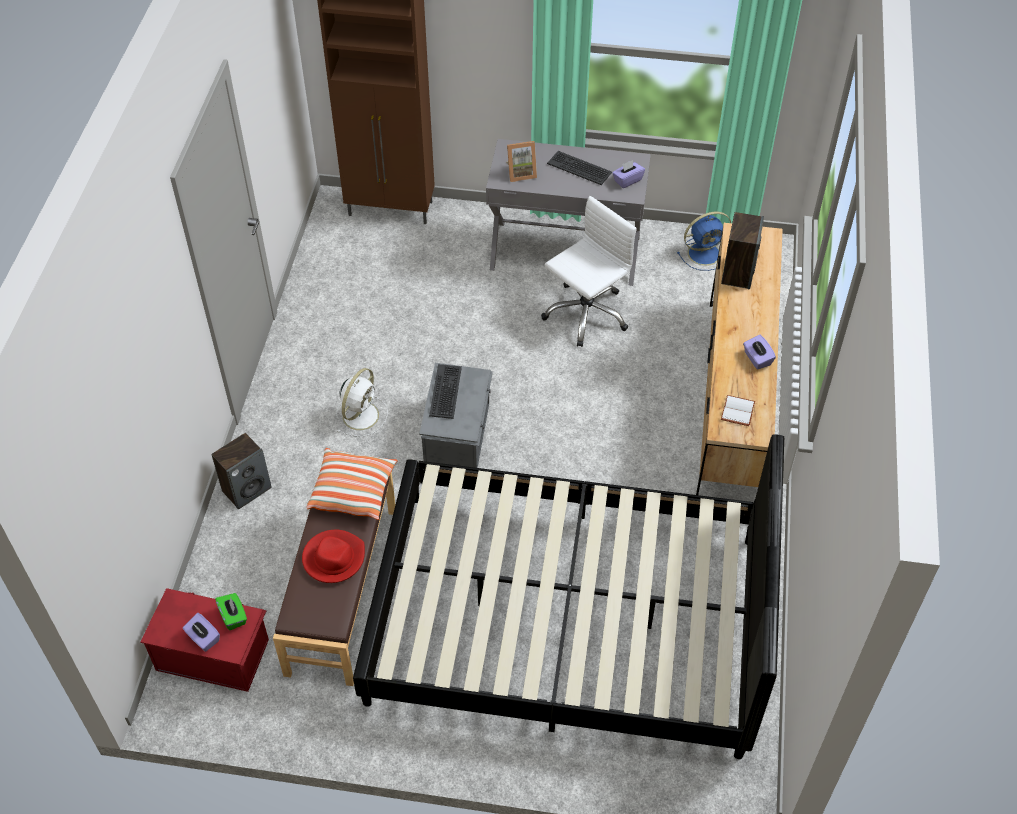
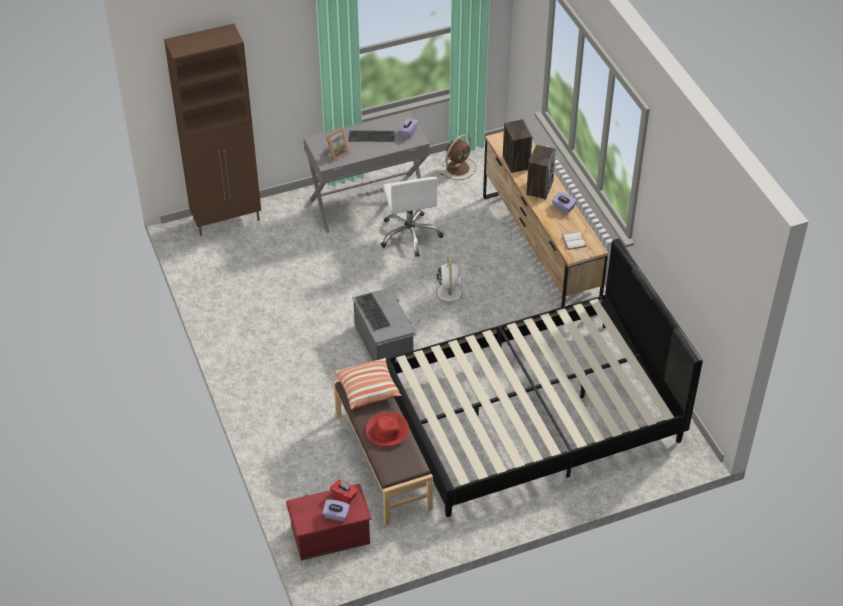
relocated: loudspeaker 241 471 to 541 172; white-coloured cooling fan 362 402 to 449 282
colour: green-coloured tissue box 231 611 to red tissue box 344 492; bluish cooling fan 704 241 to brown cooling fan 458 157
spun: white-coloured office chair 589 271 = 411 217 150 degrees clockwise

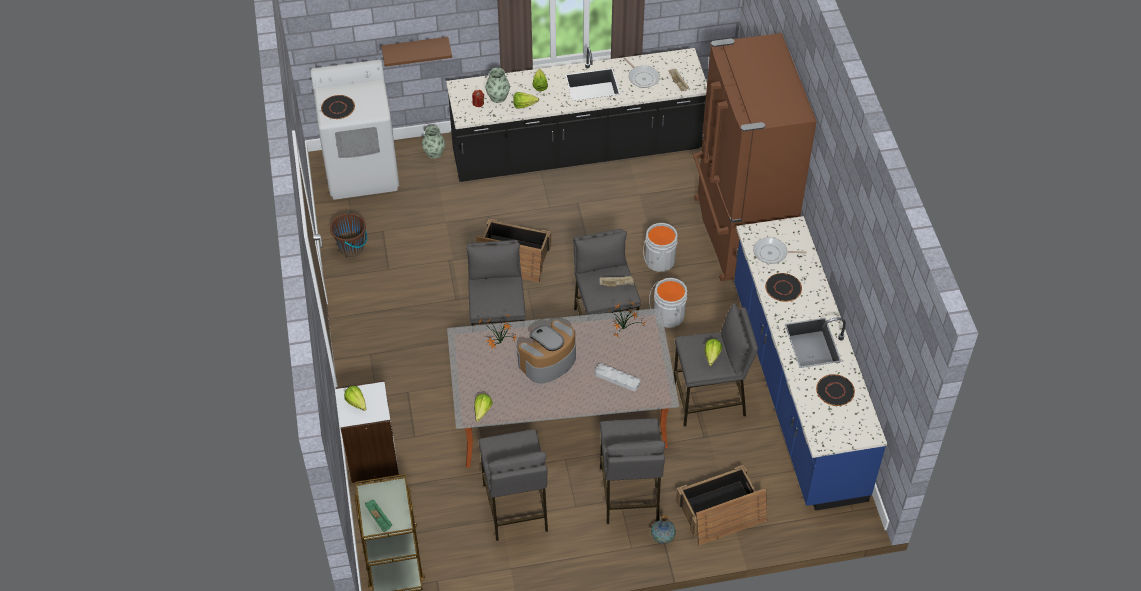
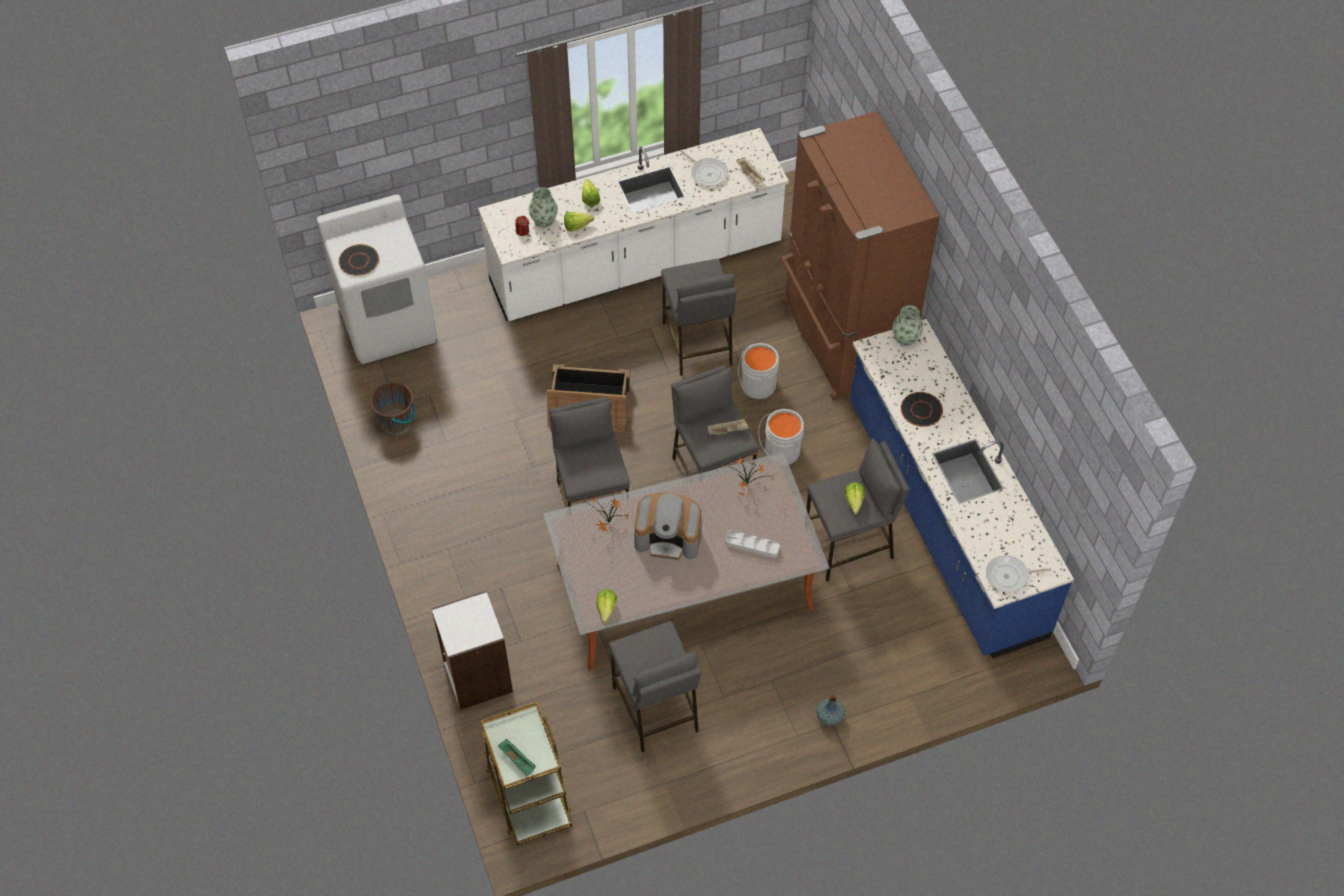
missing: lettuce head 355 398; brown bracket shelf 416 52; shipping crate 721 505; black-coloured plate 835 390
relocated: flower vase 433 142 to 907 325; grey stool 632 471 to 699 317; pan 779 250 to 1018 574
colour: black-coloured kitchen counter 576 114 to white-coloured kitchen counter 633 224
spun: coffee machine 547 352 = 668 526 120 degrees counterclockwise

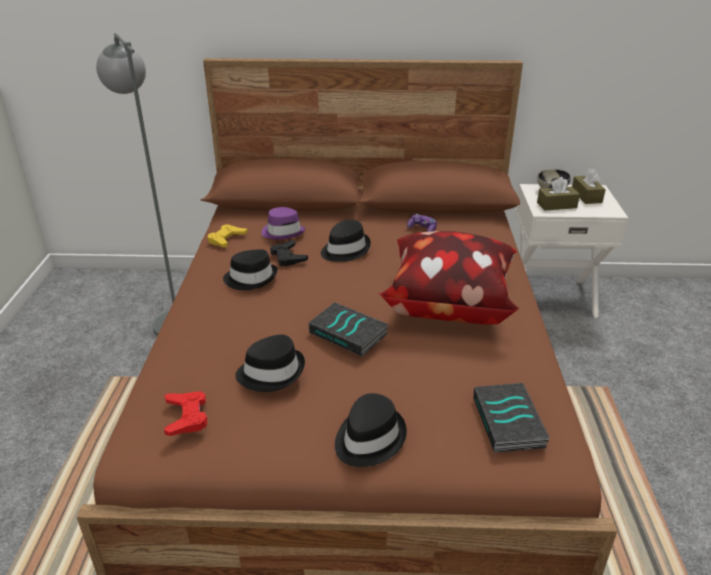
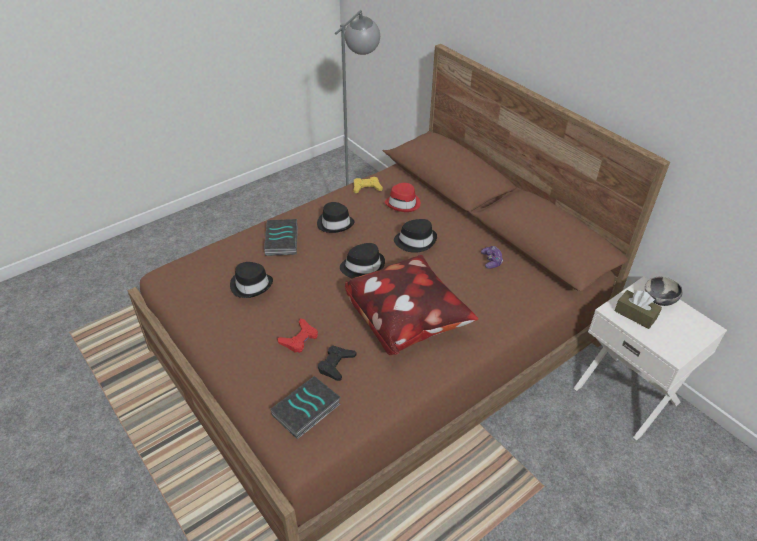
missing: brown tissue box 589 186
relocated: red gamepad 186 413 to 297 335; black-coloured gamepad 289 253 to 337 363; bound book 348 329 to 281 237; black-coloured wearable hat 371 430 to 362 261
colour: purplish wearable hat 284 223 to red wearable hat 403 197

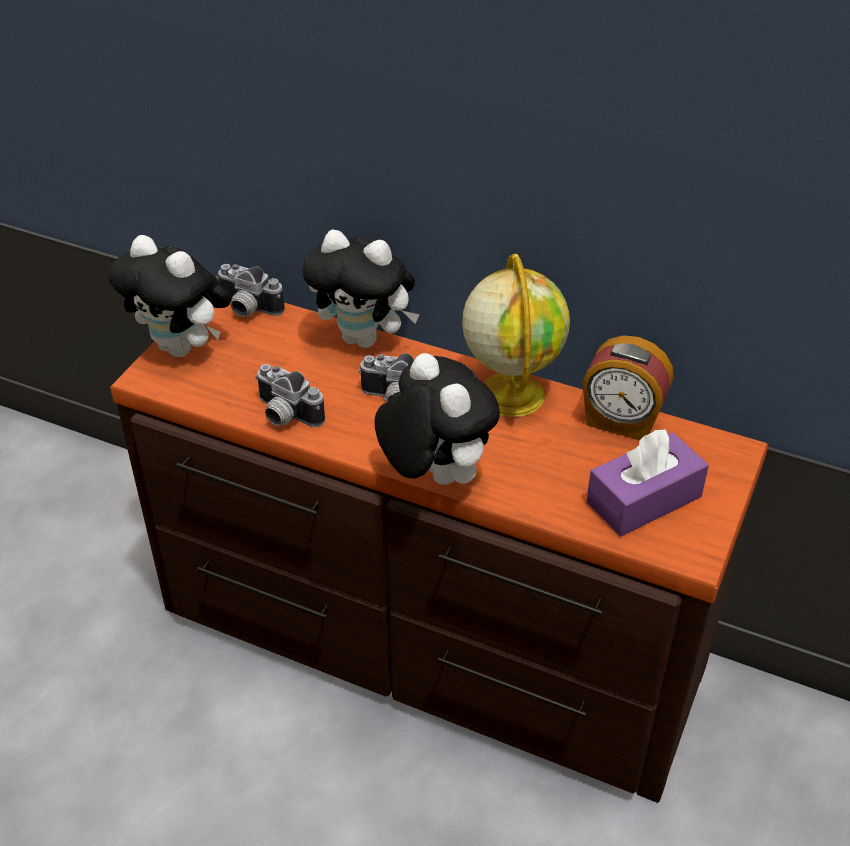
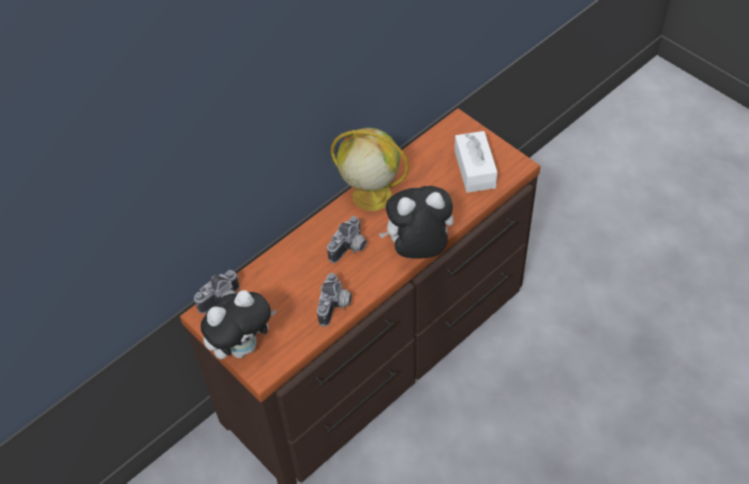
missing: soft toy 361 289; alarm clock 628 388
colour: purplish tissue box 647 483 to white-coloured tissue box 476 162
spun: still camera 290 395 = 334 300 45 degrees counterclockwise

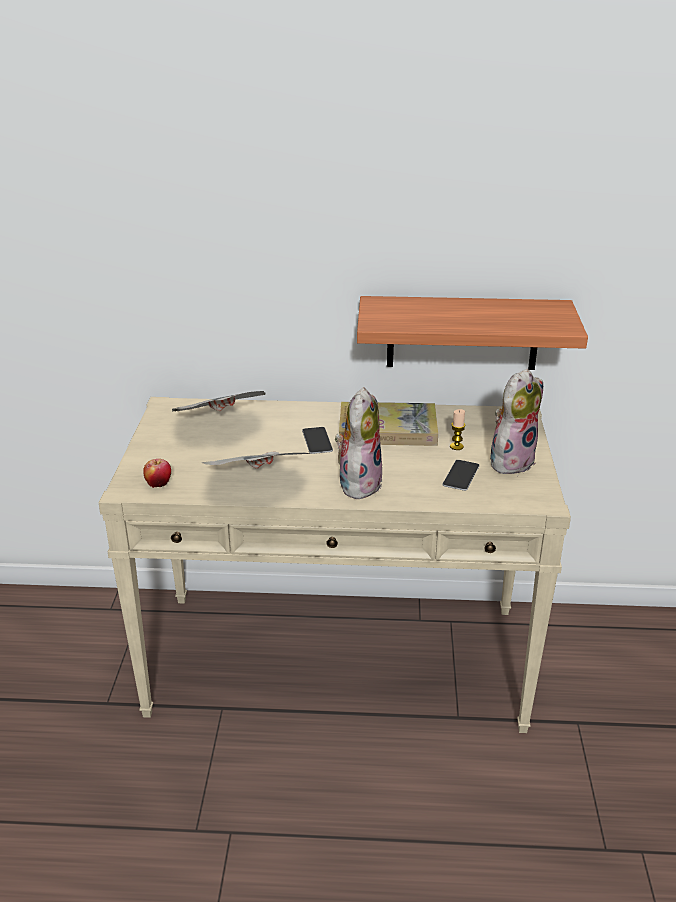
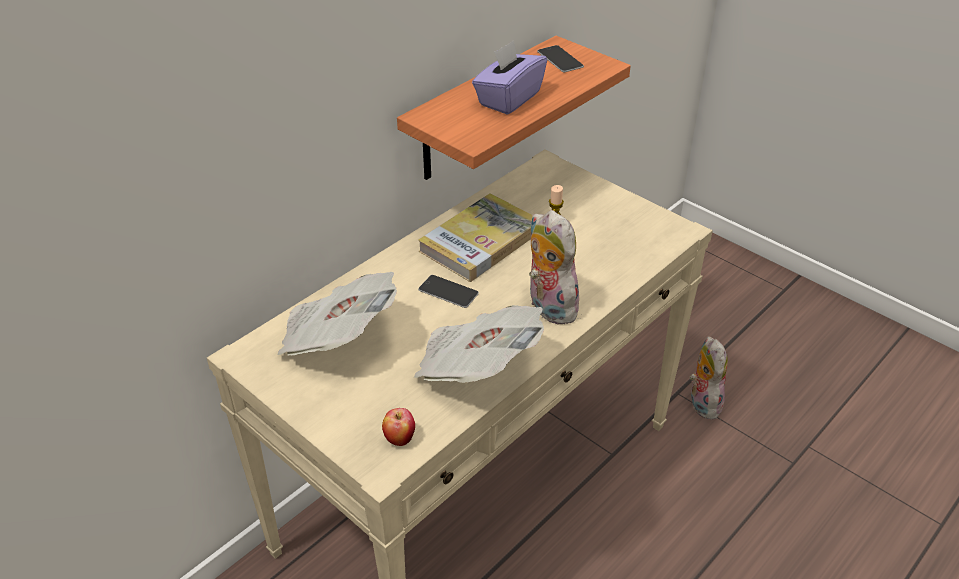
appeared: purplish tissue box 509 77
relocated: telephone 460 475 to 560 58; soft toy 516 422 to 709 377

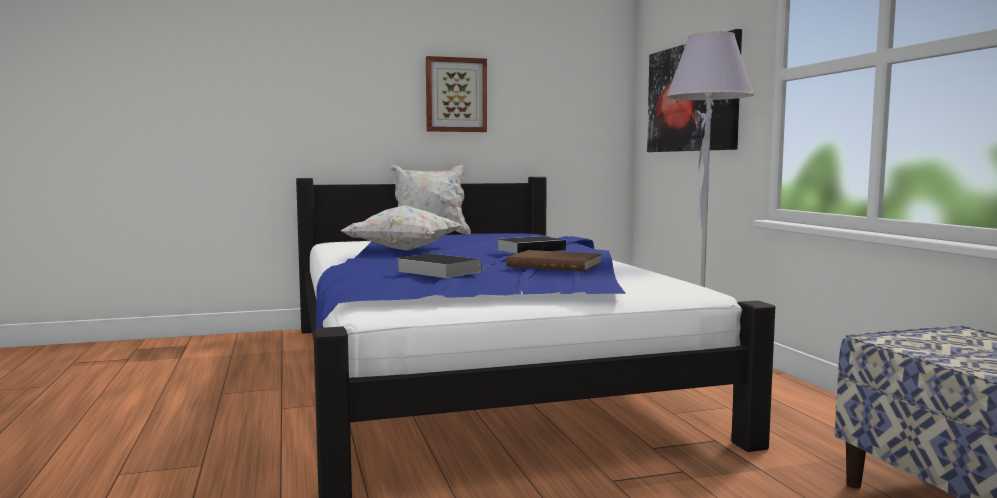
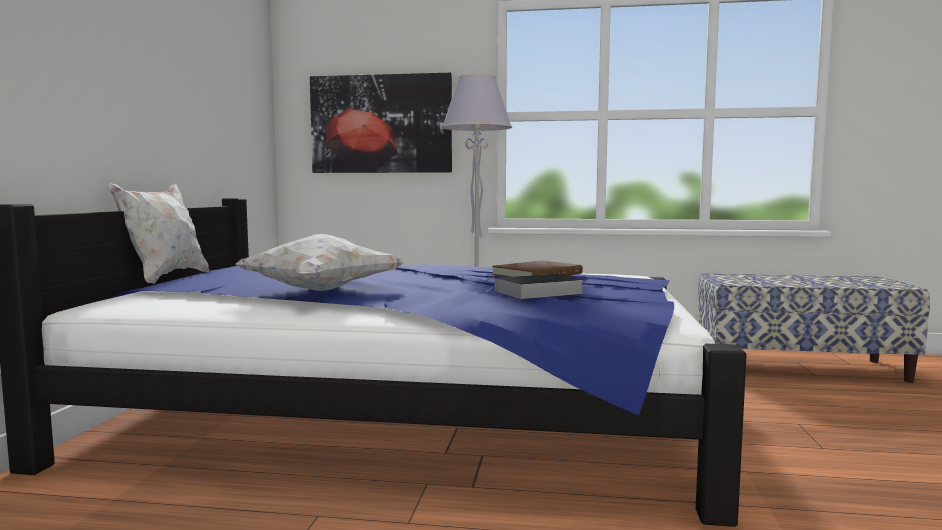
missing: wall art 456 94; bound book 532 245

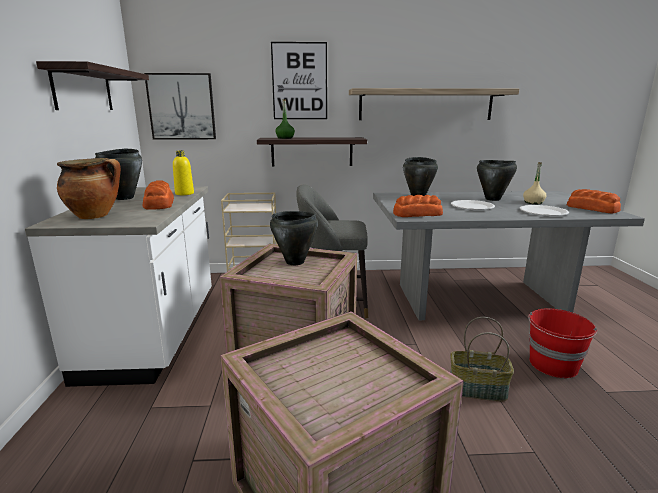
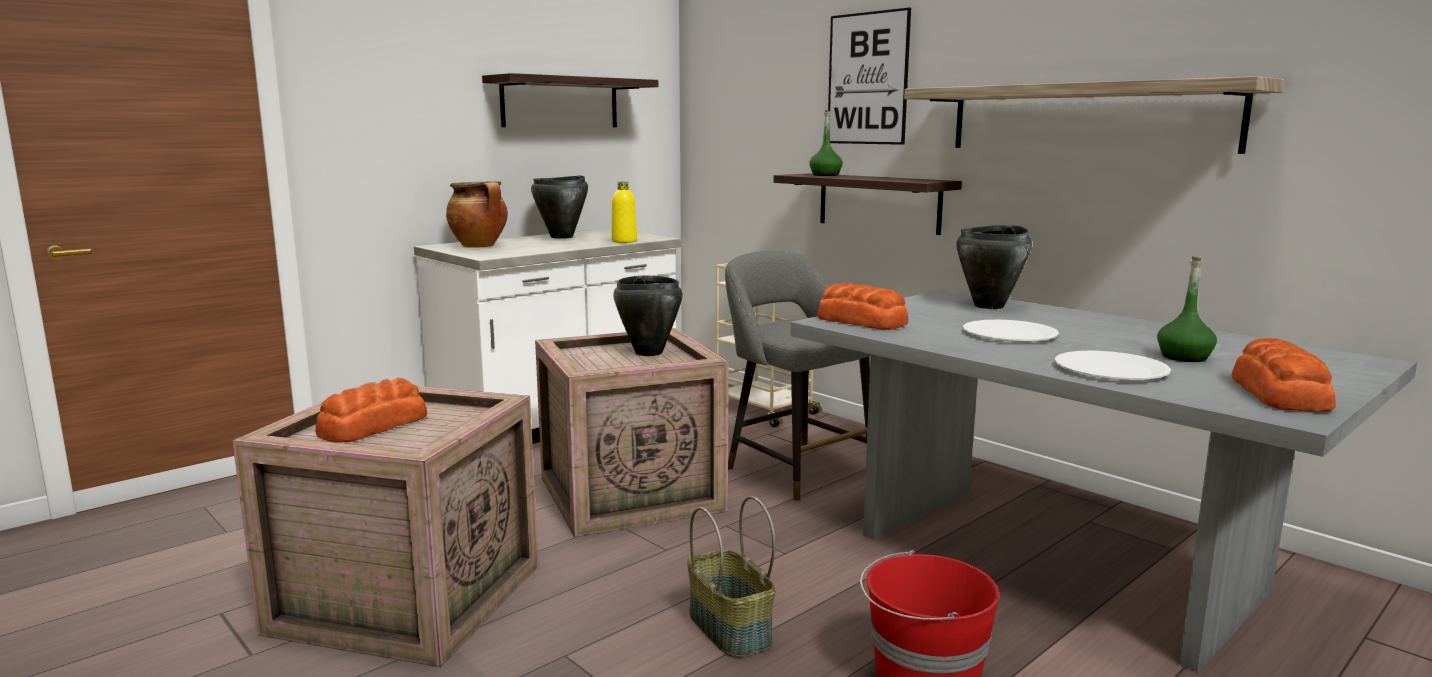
missing: wall art 180 106; black-coloured cooking pot 497 180
relocated: baked bread 158 195 to 371 410
colour: beige-coloured drink bottle 535 183 to green-coloured drink bottle 1187 309

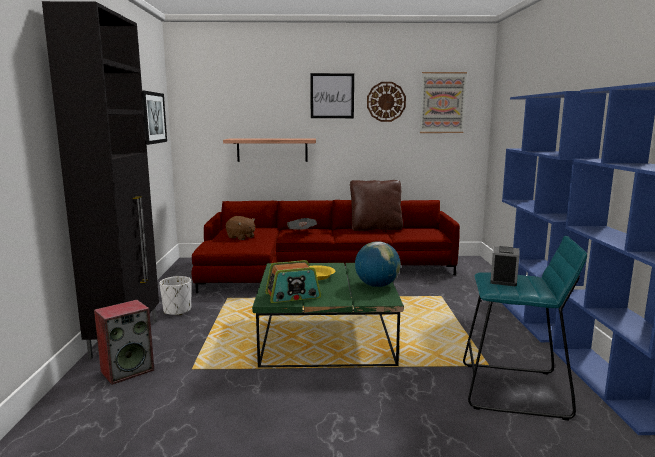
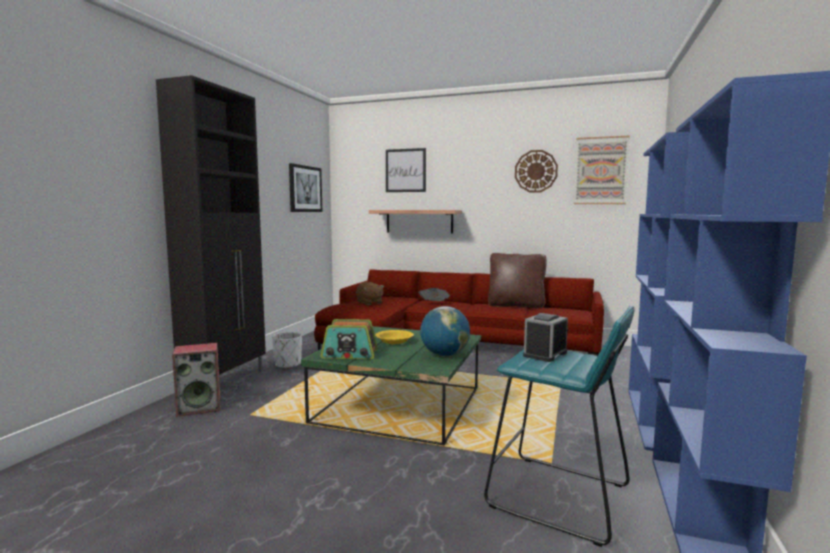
relocated: wall art 332 95 to 406 170

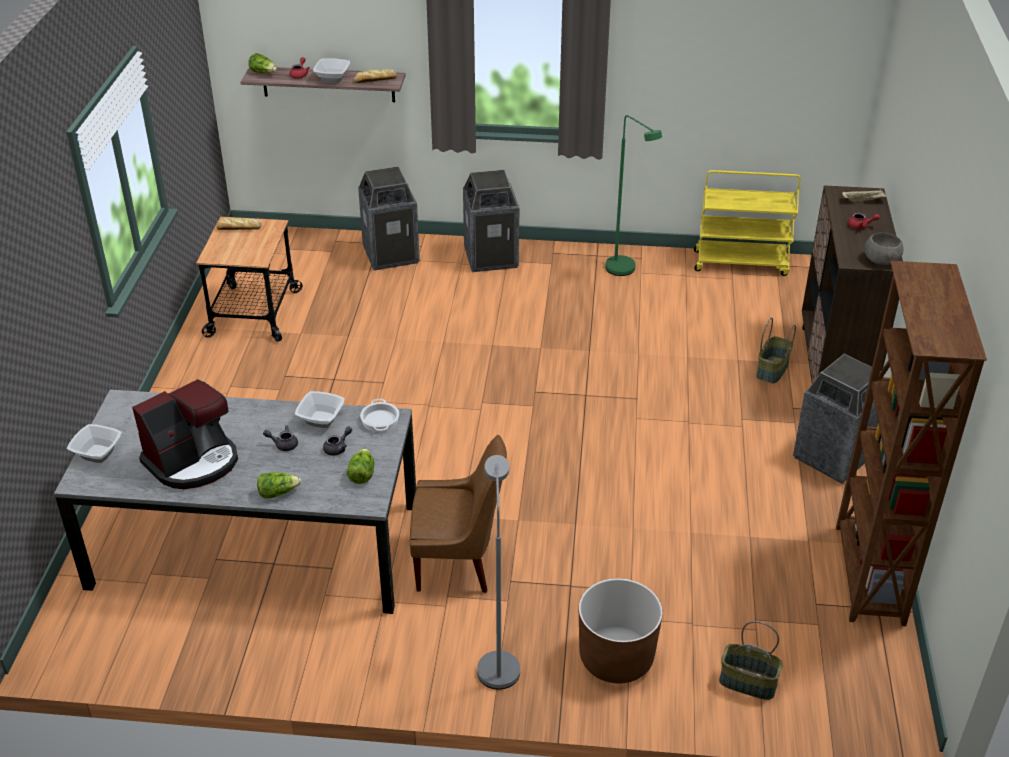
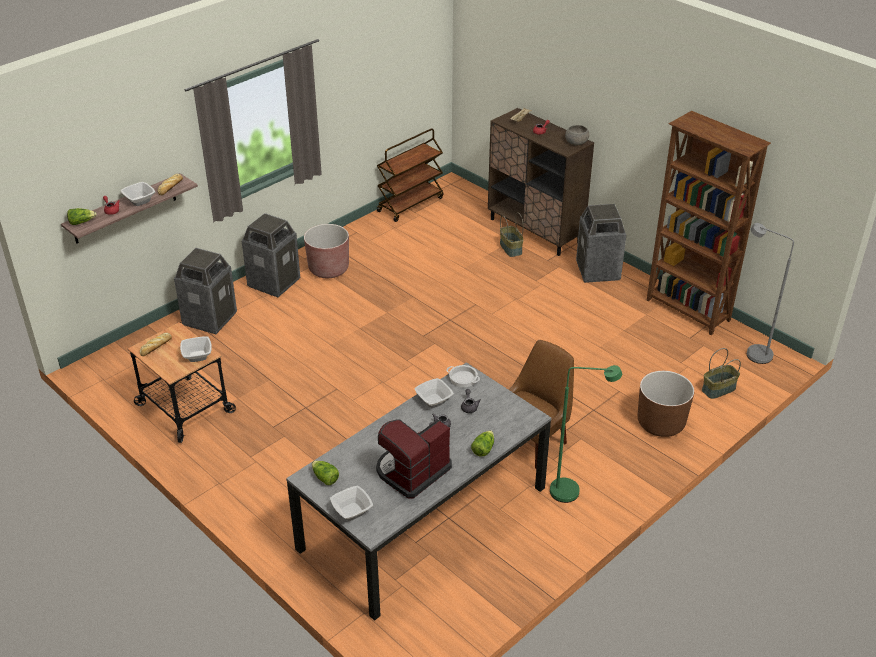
appeared: deep dish 196 349; brown plant pot 326 251
relocated: lettuce head 360 466 to 325 473; grey standing lamp 498 572 to 770 293; green-coloured standing lamp 633 195 to 586 434
colour: yellow-coloured wheeled cart 747 223 to brown wheeled cart 410 175
spun: coffee machine 185 434 = 414 459 135 degrees counterclockwise

